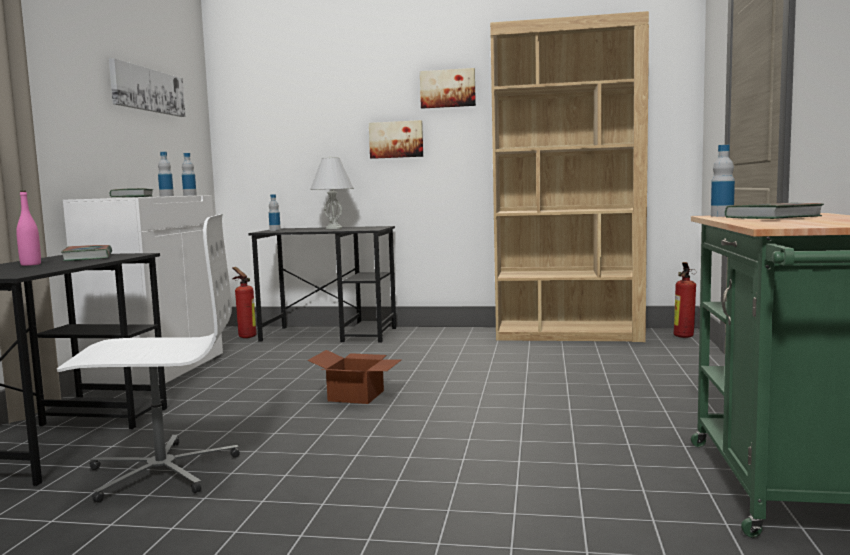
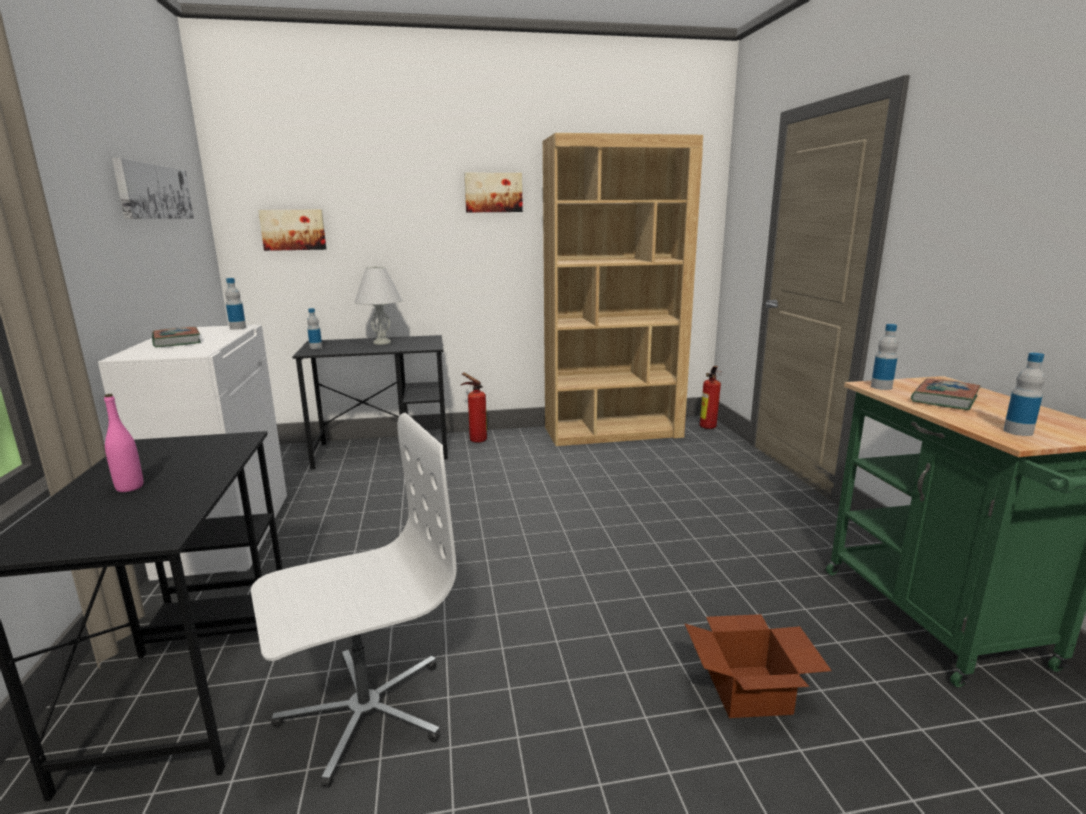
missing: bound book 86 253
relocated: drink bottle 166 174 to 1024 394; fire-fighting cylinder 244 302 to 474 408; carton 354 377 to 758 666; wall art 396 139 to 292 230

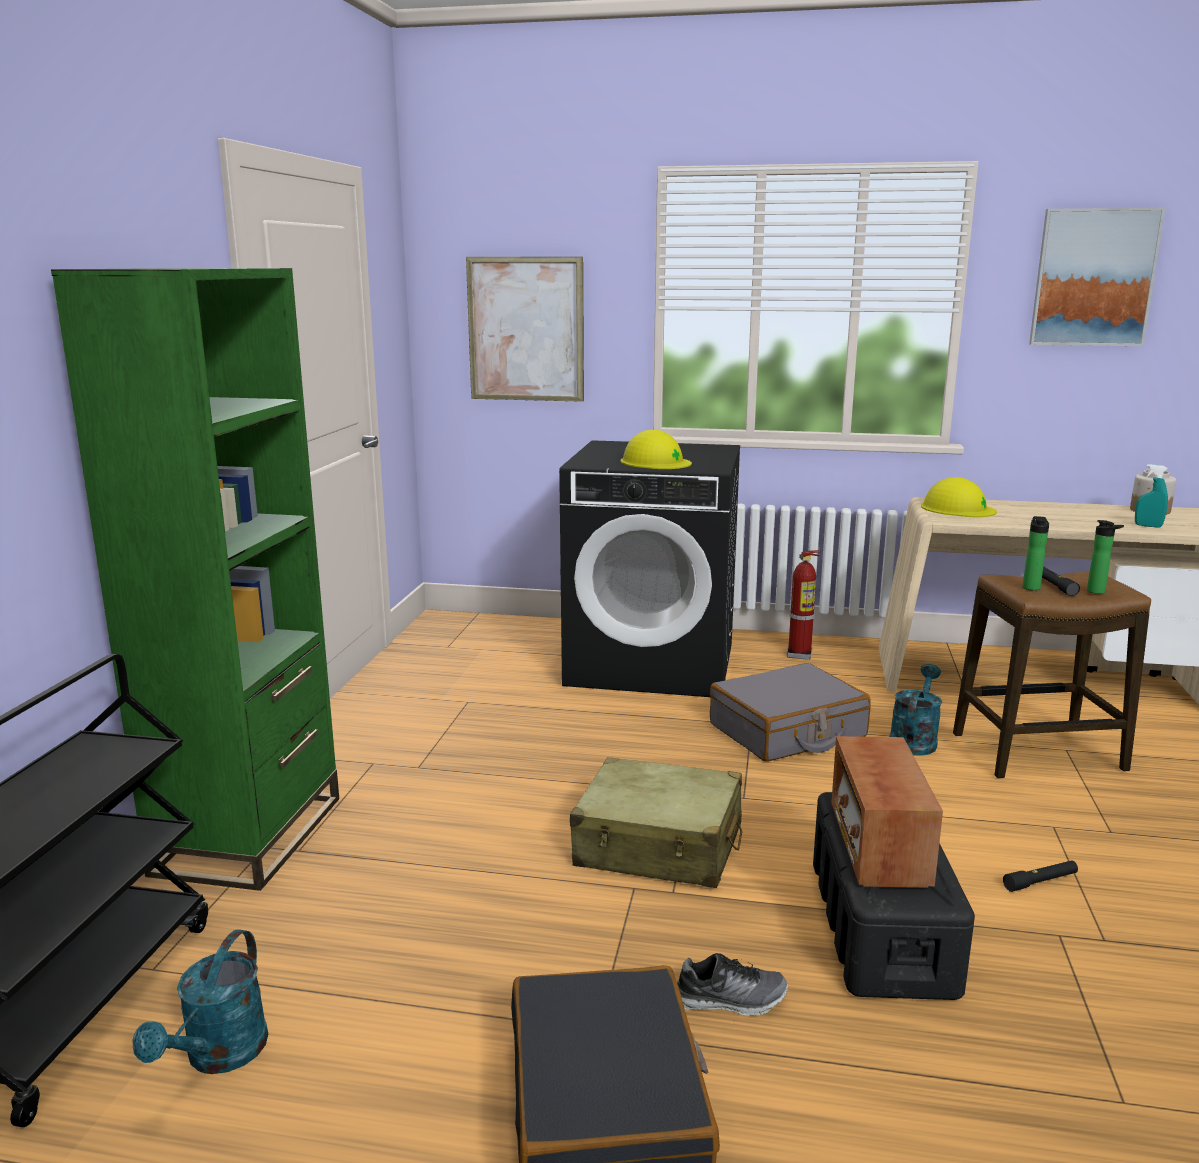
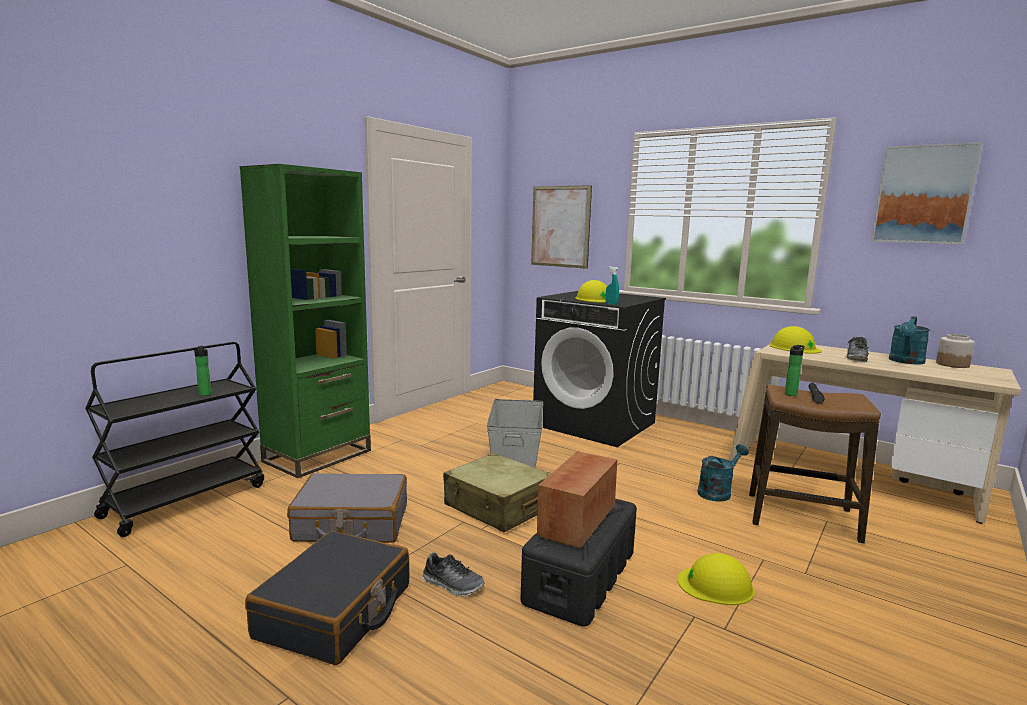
missing: fire-fighting cylinder 804 605
appeared: grey storage bin 515 433; shoe 857 349
relocated: turquoise watering pot 200 1002 to 909 340; grey piece of luggage 790 712 to 347 508; drink bottle 1105 557 to 202 371; turquoise hand sprayer 1151 496 to 612 285
exchanged: black-coloured flashlight 1040 876 to yellow-coloured hard hat 716 579

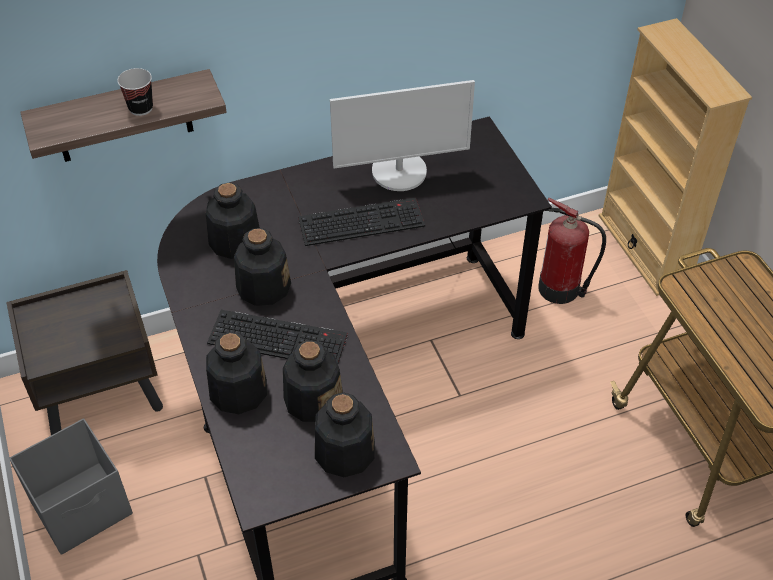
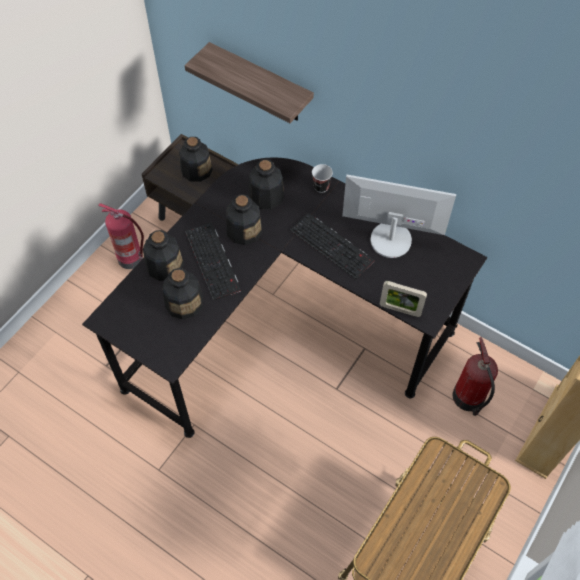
appeared: picture frame 403 299
relocated: small cup 135 92 to 322 178; drink bottle 345 434 to 196 159
exchanged: grey storage bin 71 486 to fire-fighting cylinder 121 236
spun: computer screen 402 135 = 399 216 150 degrees clockwise

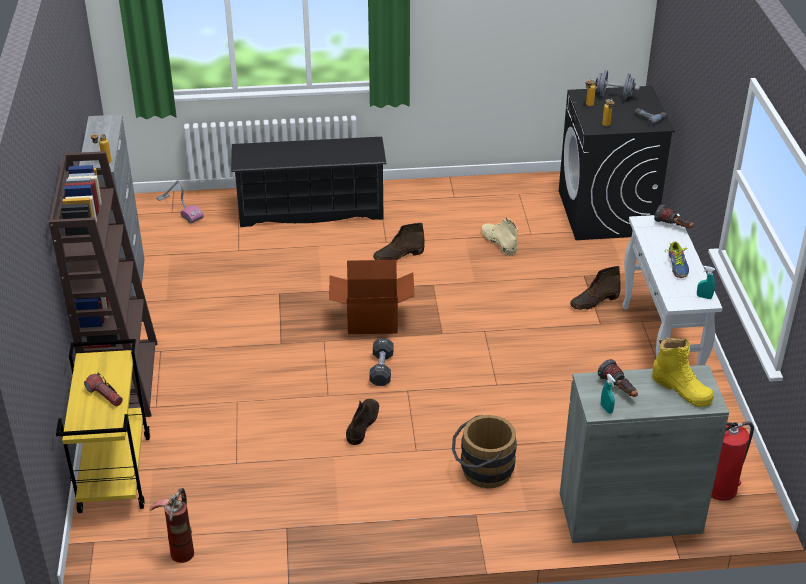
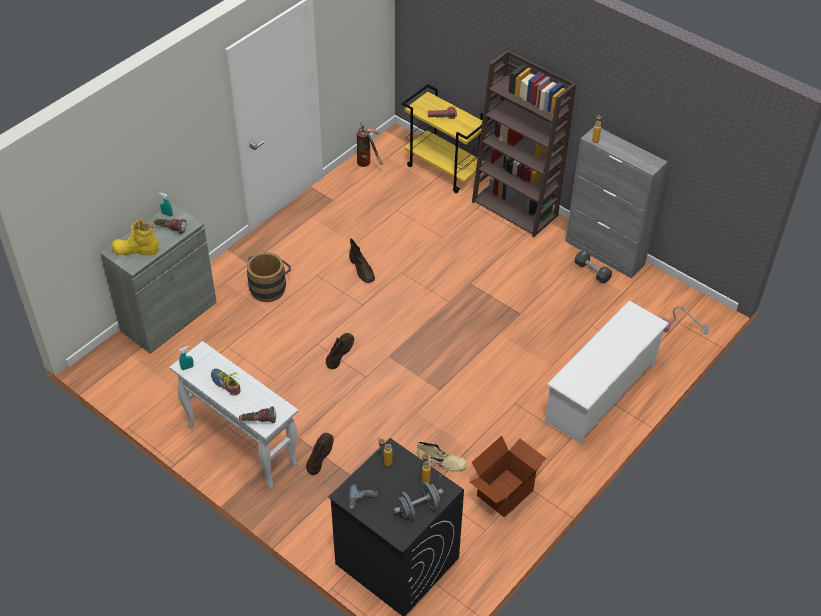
missing: fire-fighting cylinder 732 461
relocated: carton 372 297 to 508 476; black-coloured hand weight 381 362 to 593 266; brown tall boot 398 241 to 340 351
colour: black-coloured shoe shelf 309 182 to white-coloured shoe shelf 606 372

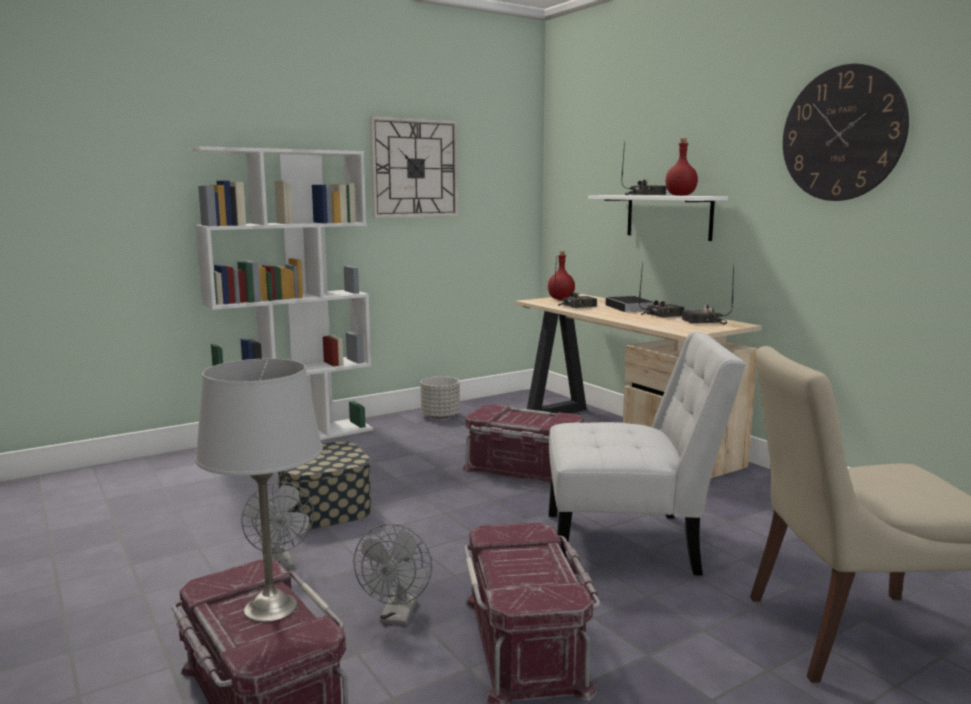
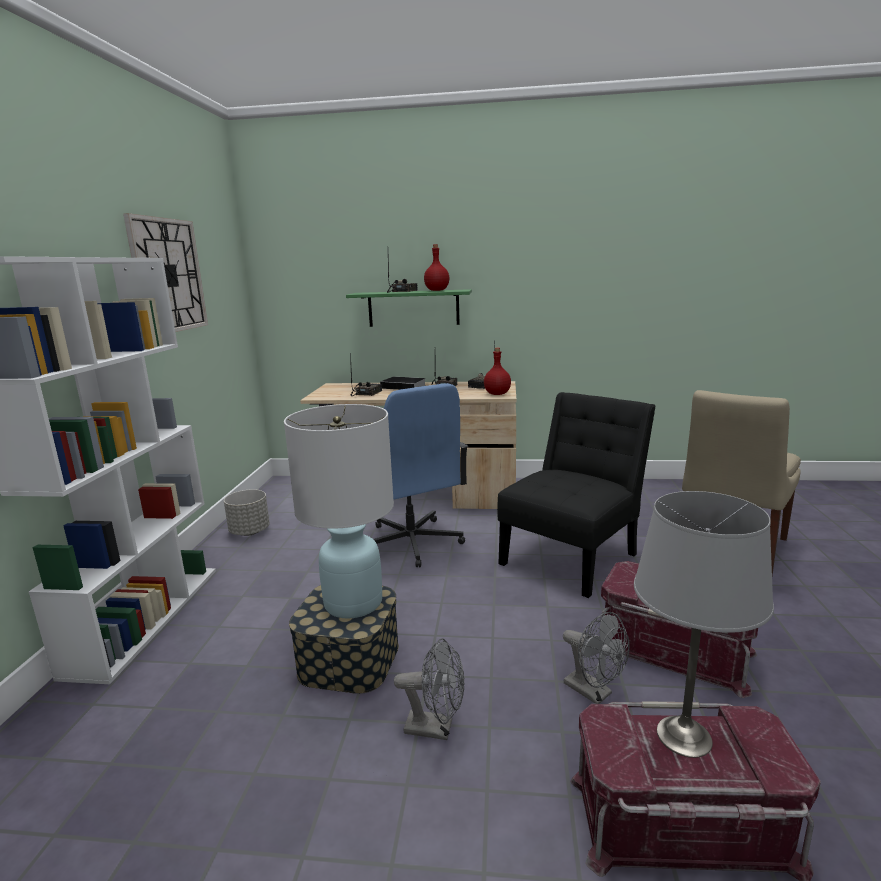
missing: wall clock 846 132
appeared: white-coloured lamp for a table 339 511
relocated: red drink bottle 561 275 to 497 371
exchanged: red storage bin 523 444 to bluish office chair 420 475
colour: white-coloured plain chair 647 453 to black-coloured plain chair 576 495; white-coloured bracket shelf 658 218 to green-coloured bracket shelf 409 308

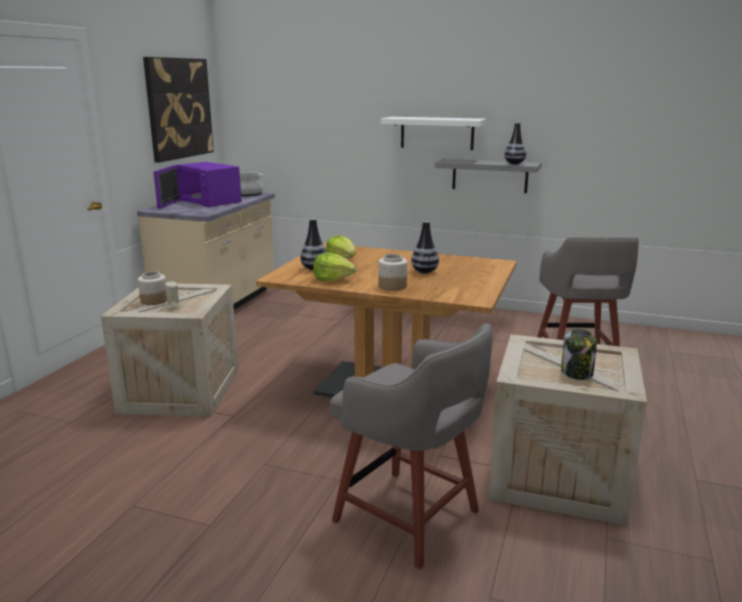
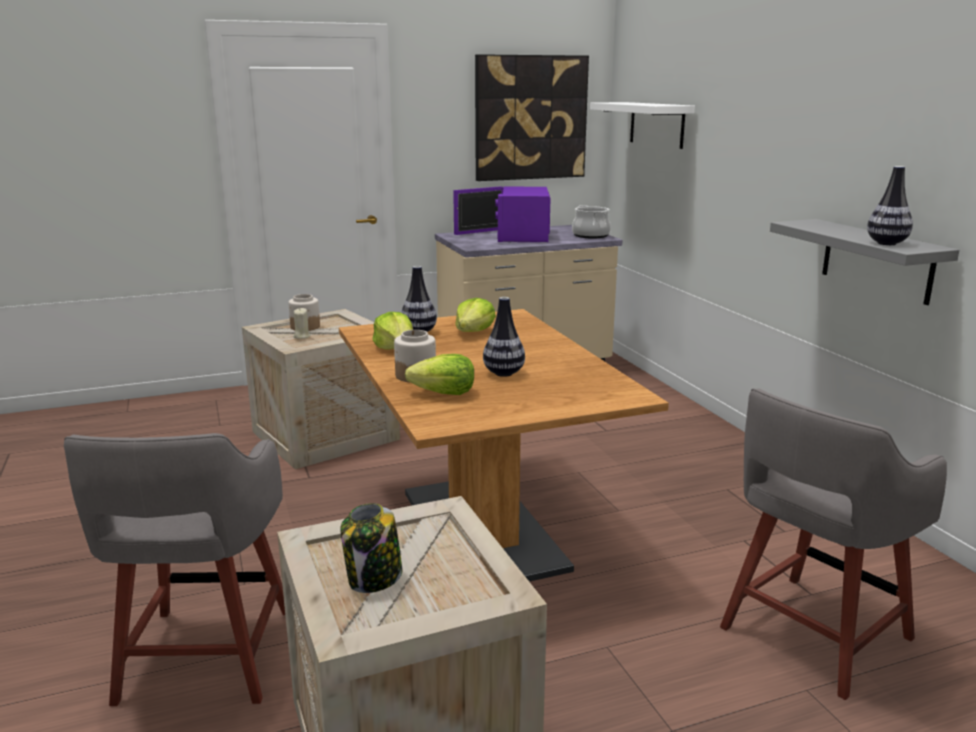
appeared: lettuce head 439 374
relocated: white-coloured bracket shelf 433 133 to 642 125

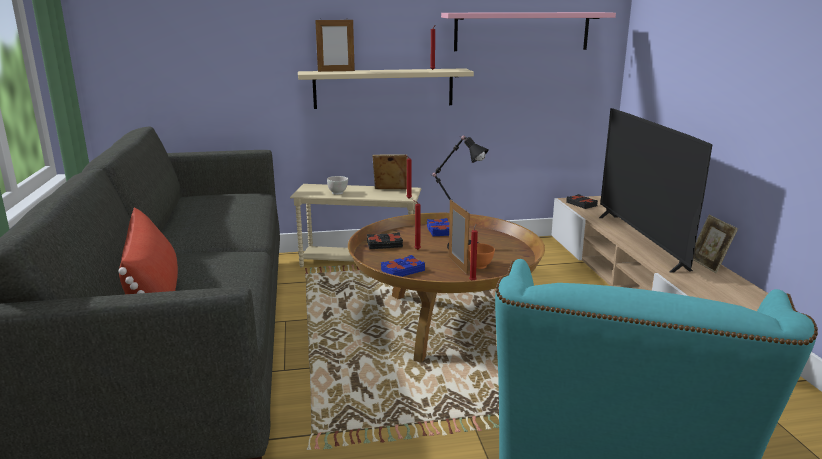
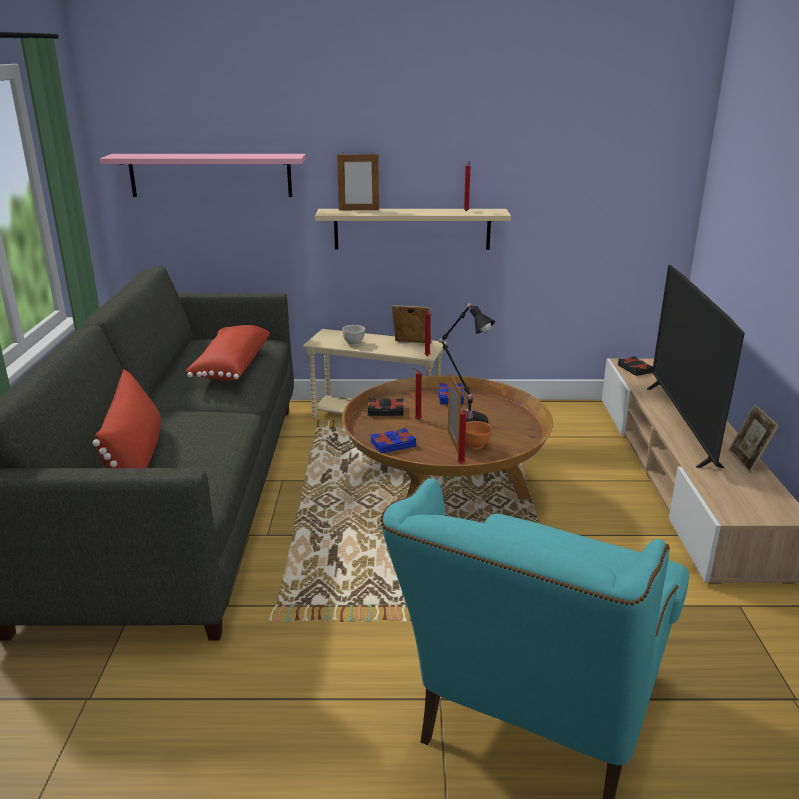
appeared: red throw pillow 227 352
relocated: pink-coloured bracket shelf 528 31 to 202 175

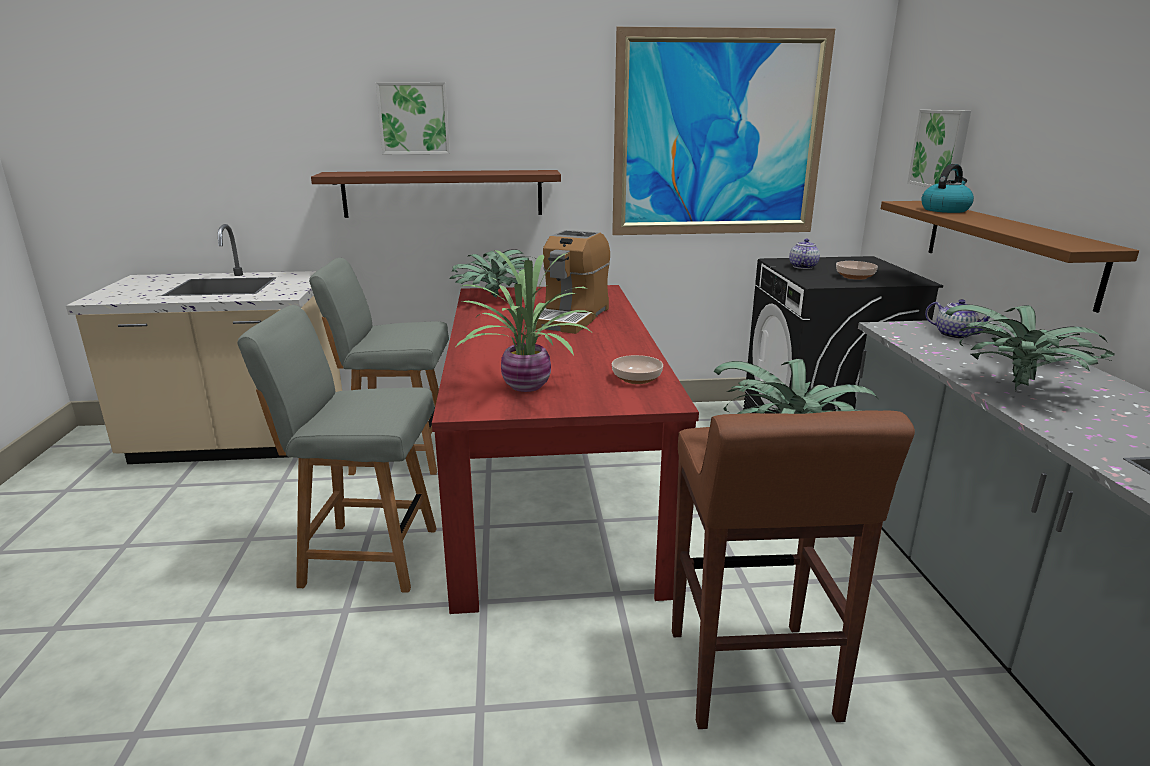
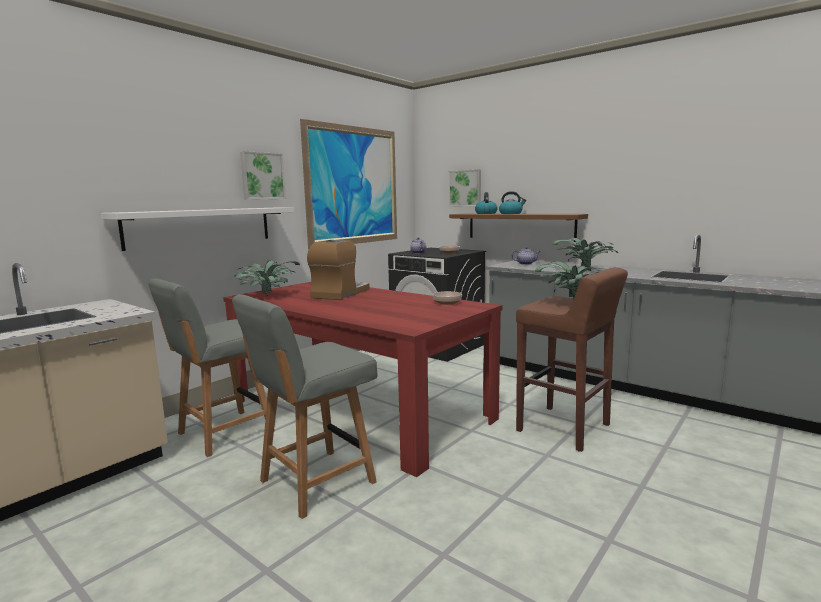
missing: houseplant 525 321
appeared: kettle 512 202
relocated: wall art 413 118 to 263 175
colour: brown bracket shelf 436 194 to white-coloured bracket shelf 197 229
spun: coffee machine 573 282 = 338 270 135 degrees counterclockwise

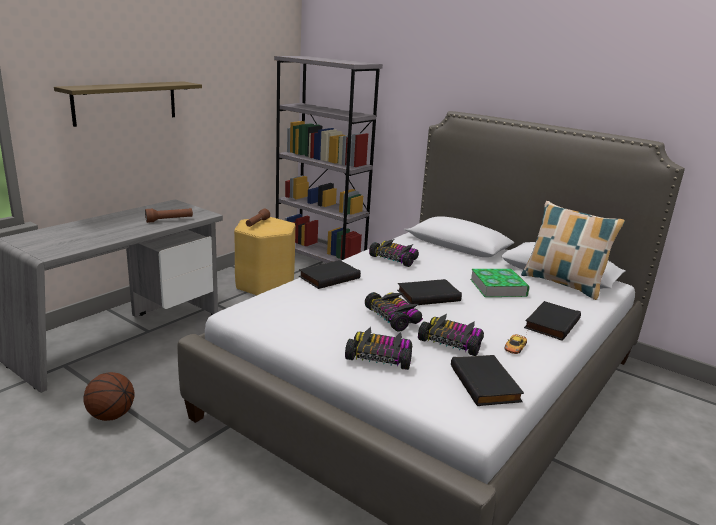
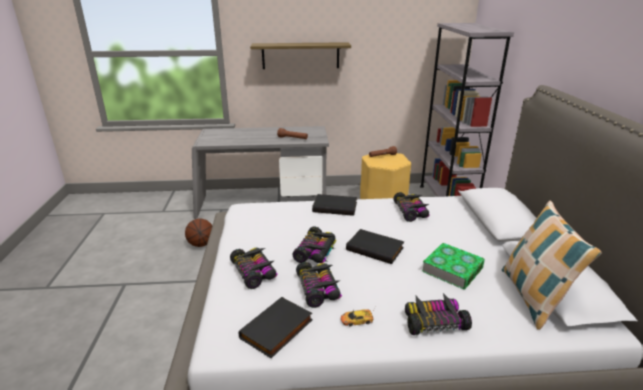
exchanged: black-coloured bound book 552 321 to toy car 438 314

